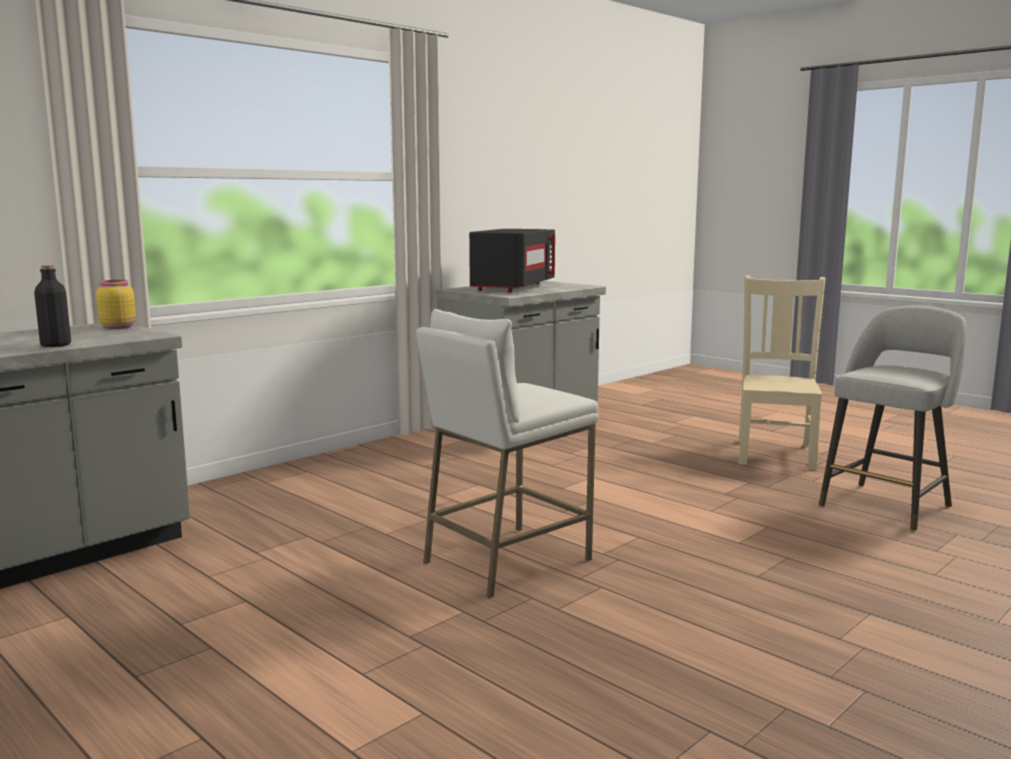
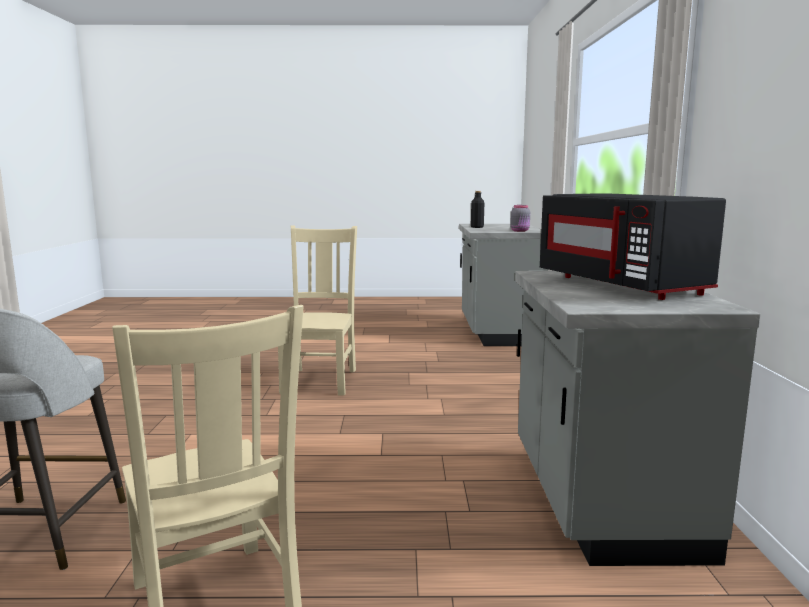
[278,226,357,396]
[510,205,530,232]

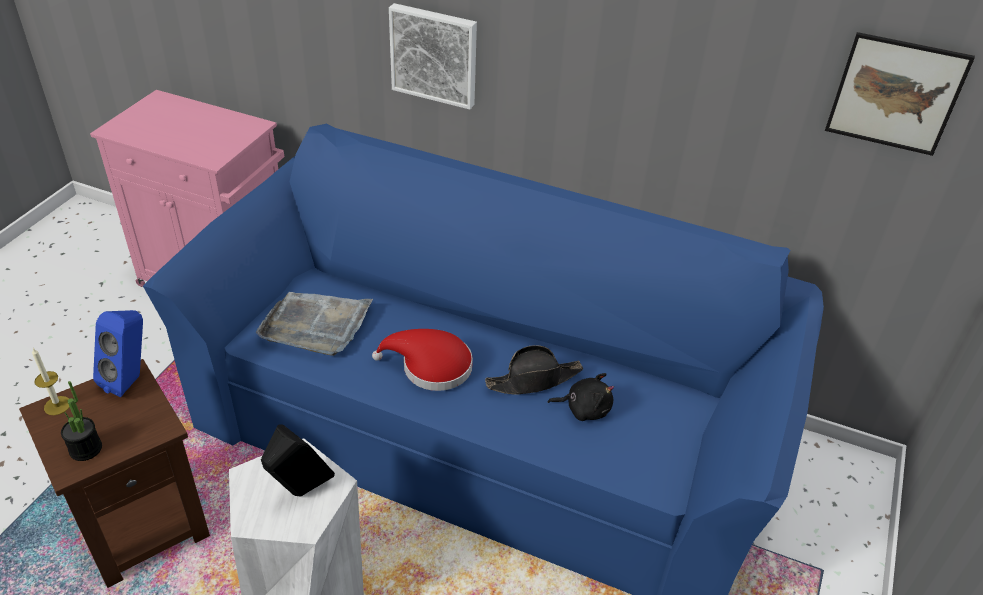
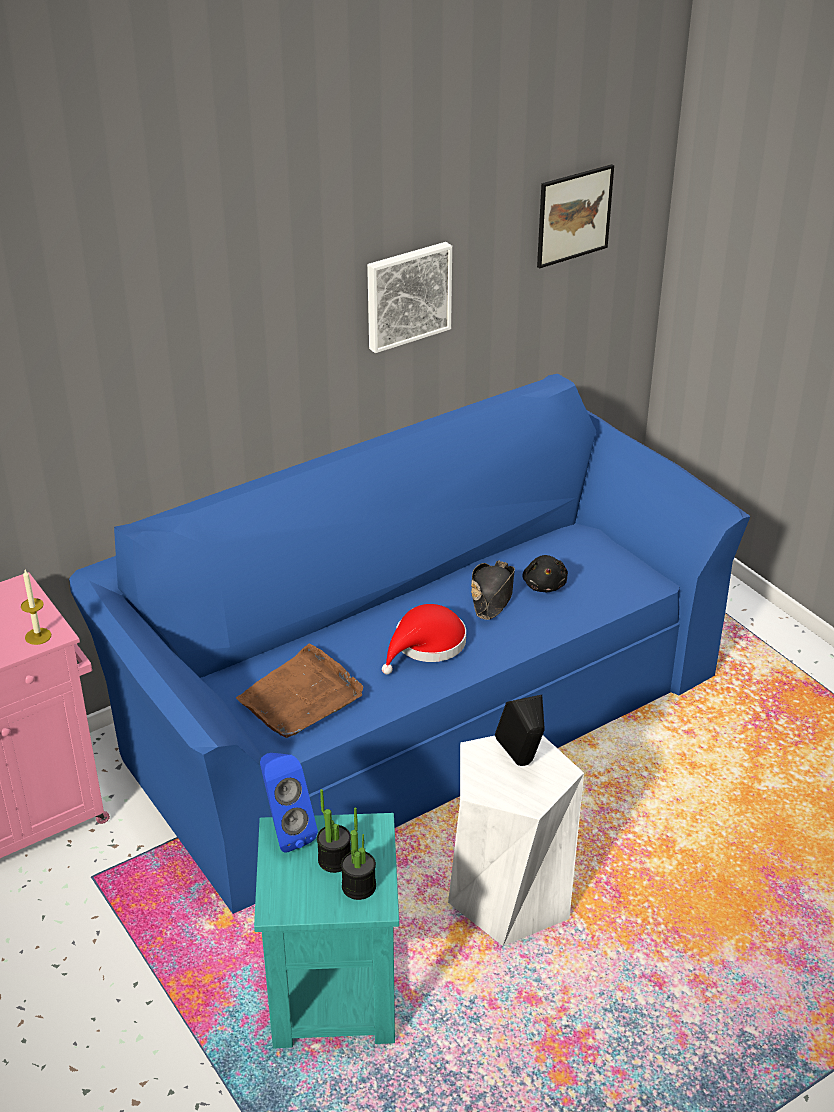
[21,570,51,645]
[236,644,363,738]
[254,813,399,1048]
[317,789,351,873]
[367,242,452,353]
[522,555,568,592]

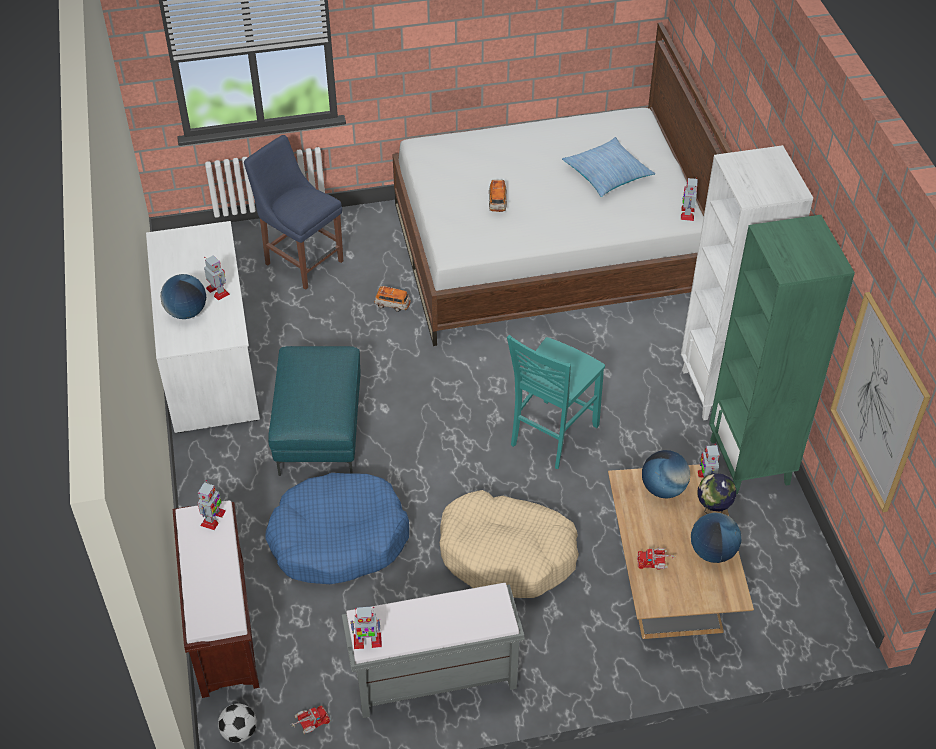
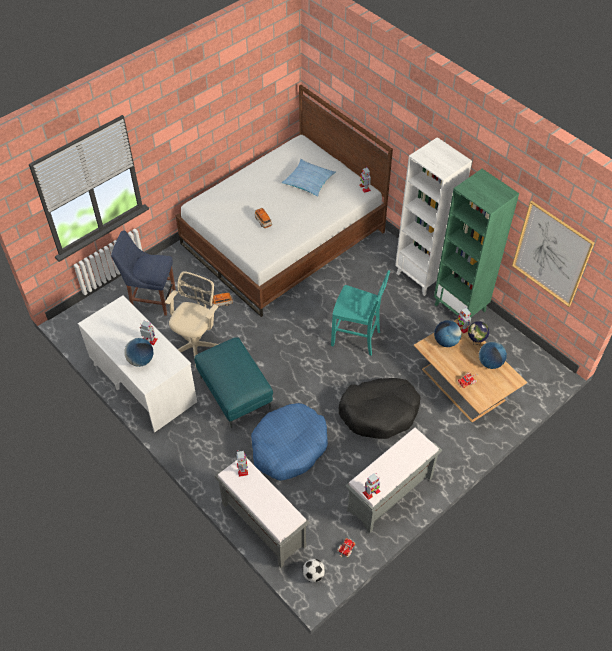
[165,271,219,367]
[215,457,309,568]
[331,270,390,356]
[339,378,421,439]

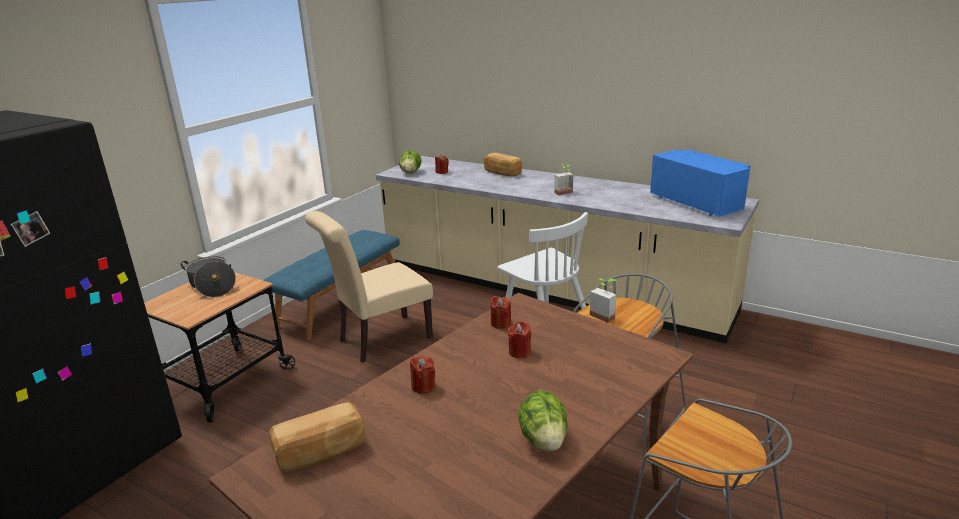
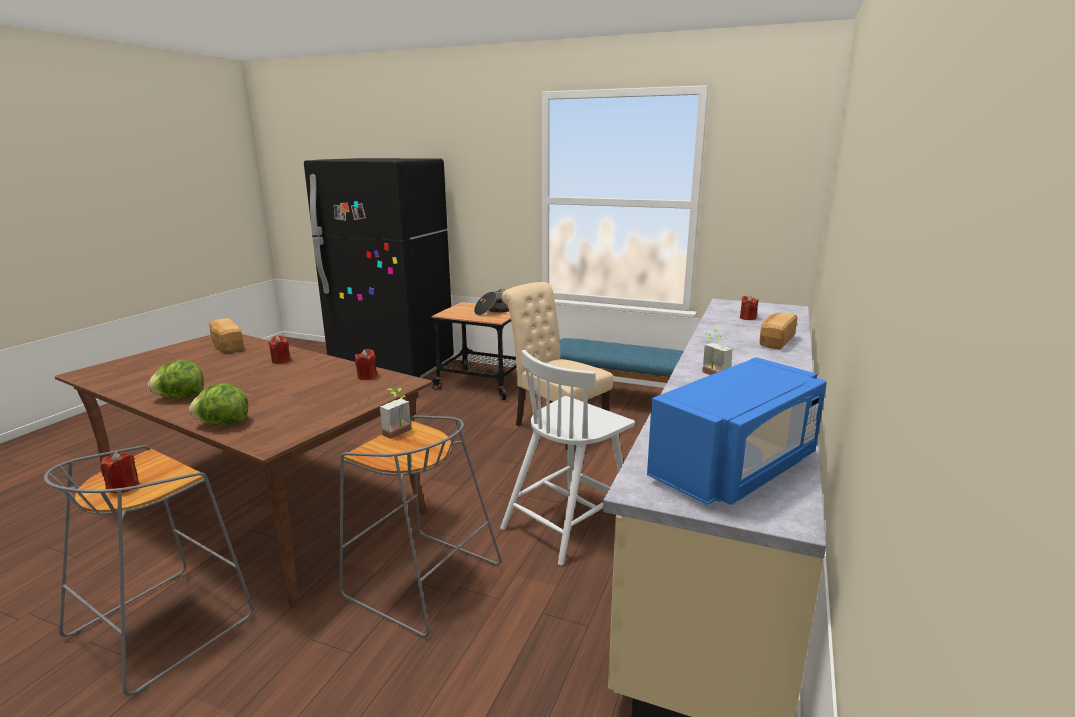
[100,451,139,493]
[189,383,248,425]

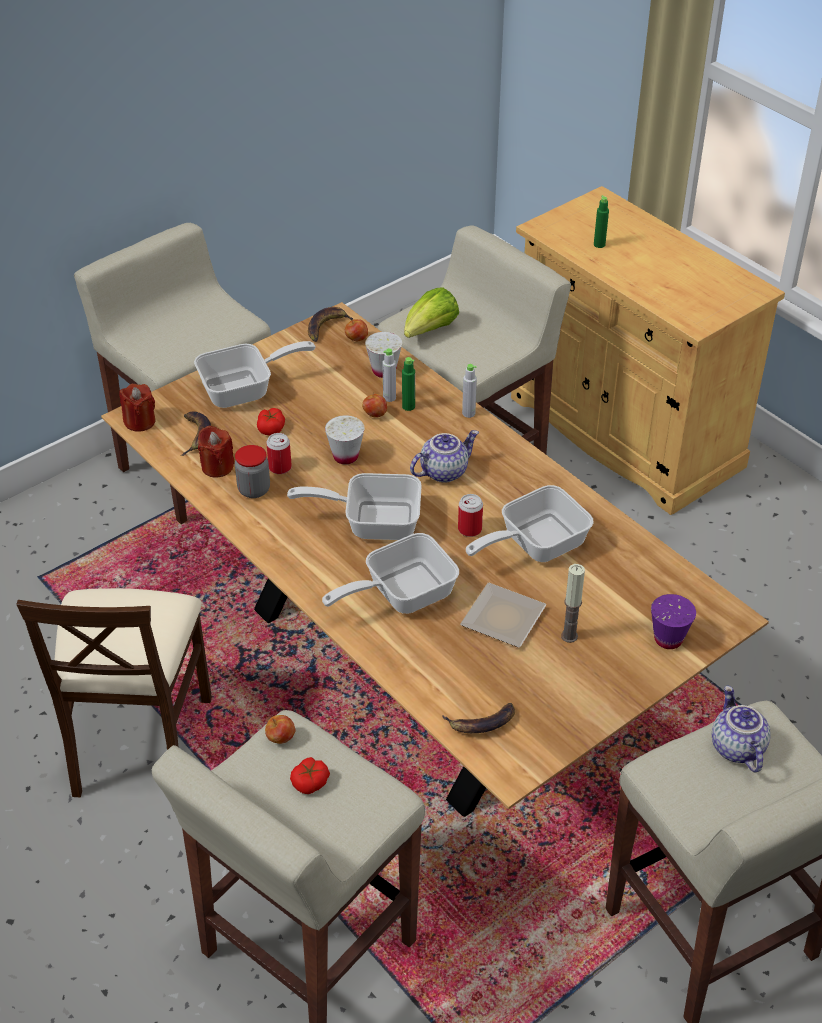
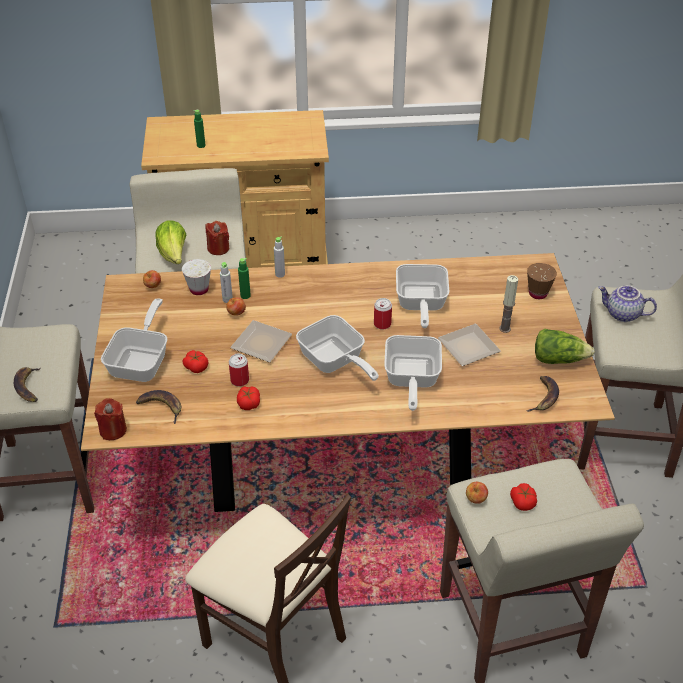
[14,367,41,402]
[206,221,229,255]
[230,320,292,362]
[237,386,260,410]
[296,315,379,381]
[527,263,557,299]
[535,329,595,364]
[410,430,479,483] (first image)

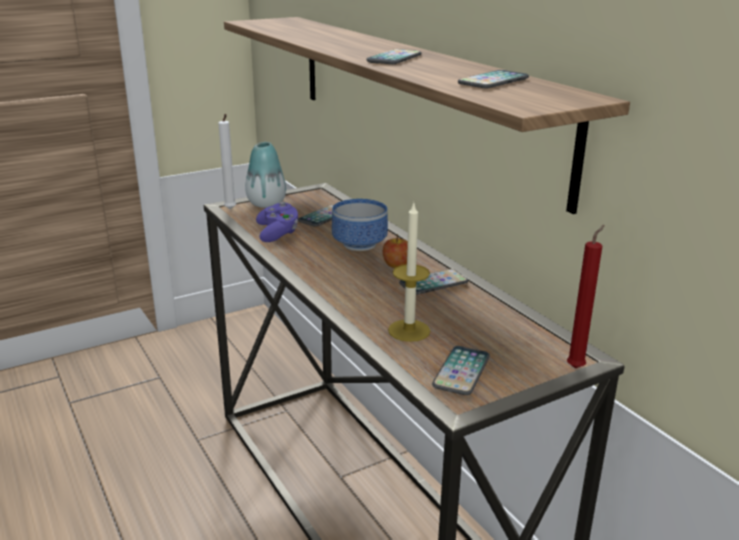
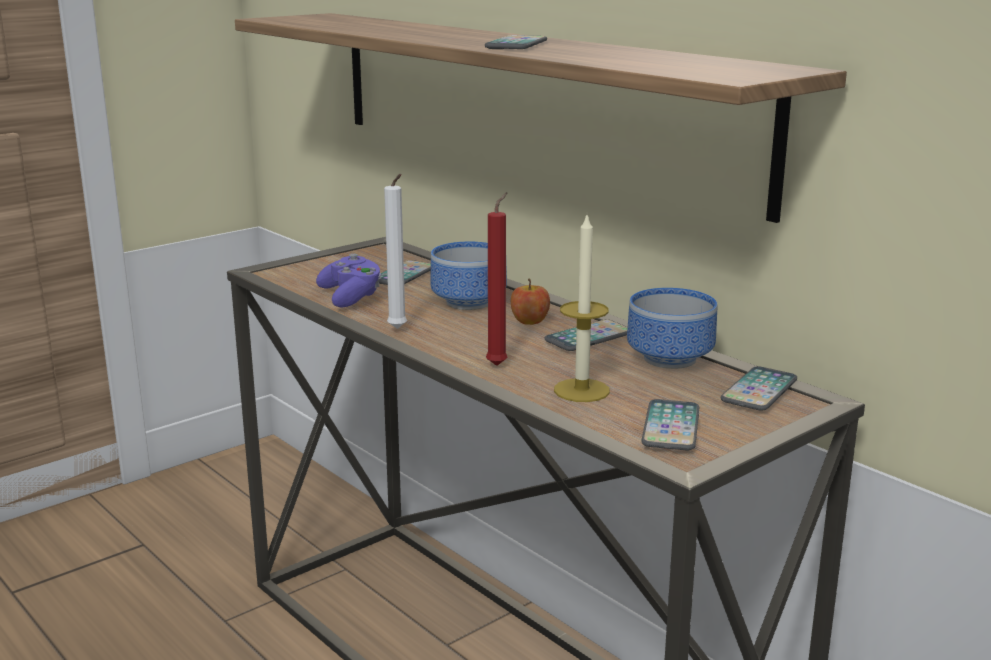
[384,174,407,329]
[486,192,508,366]
[627,288,717,369]
[721,366,797,411]
[245,142,286,208] (first image)

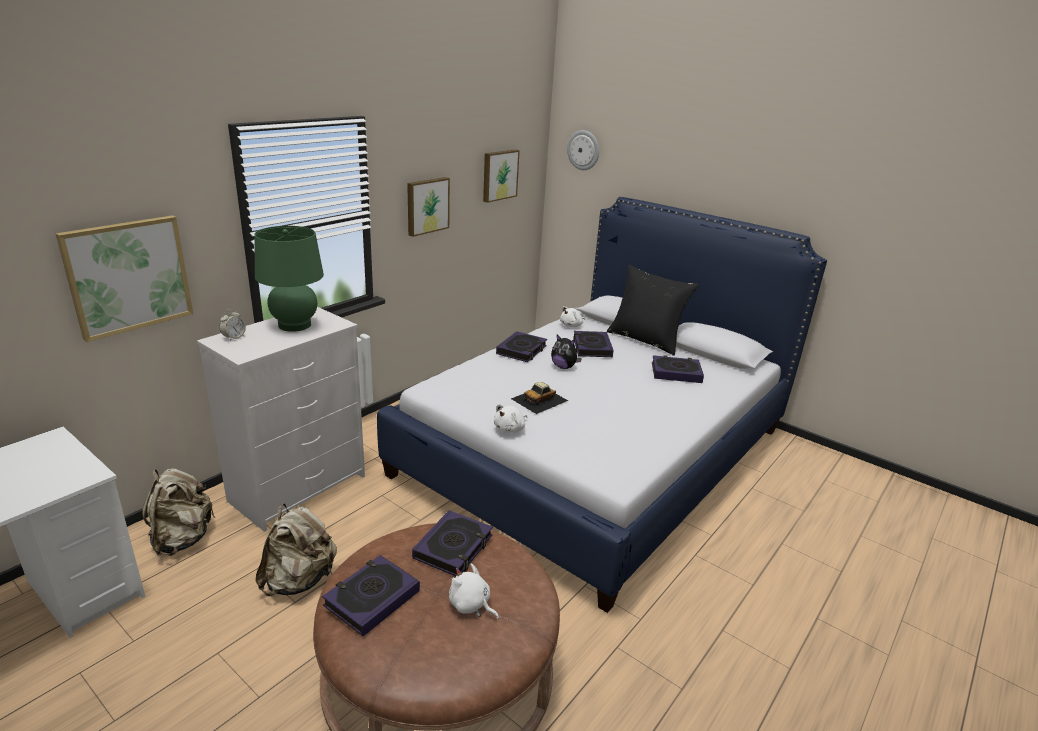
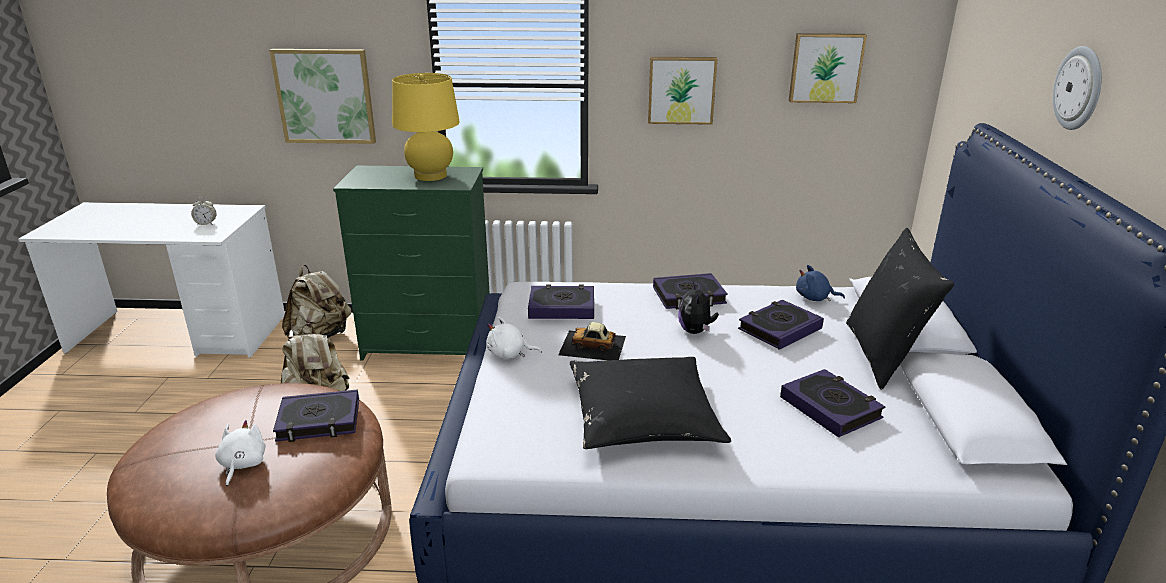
[191,197,216,225]
[333,165,490,360]
[392,73,460,181]
[528,284,594,319]
[570,357,731,449]
[796,265,845,301]
[1053,46,1102,130]

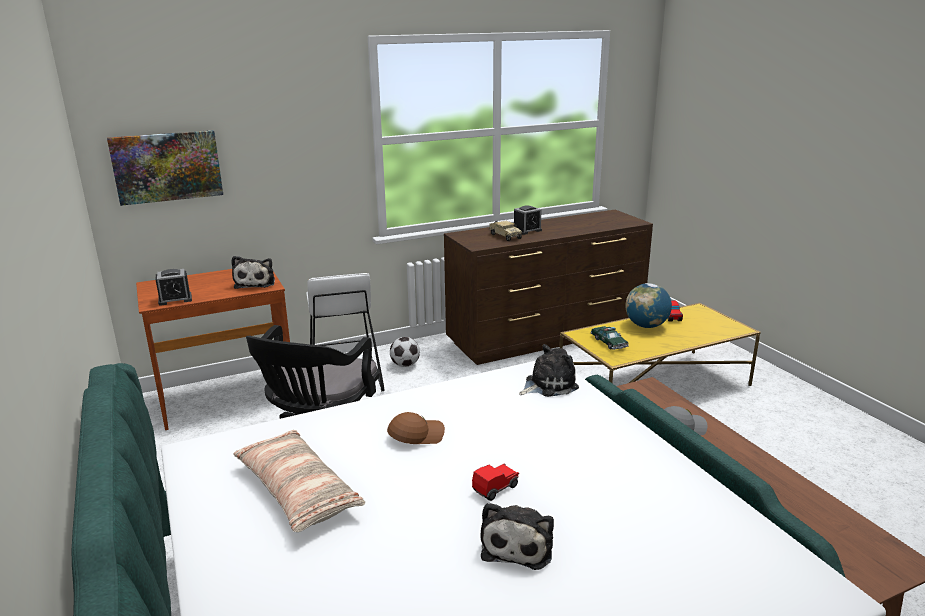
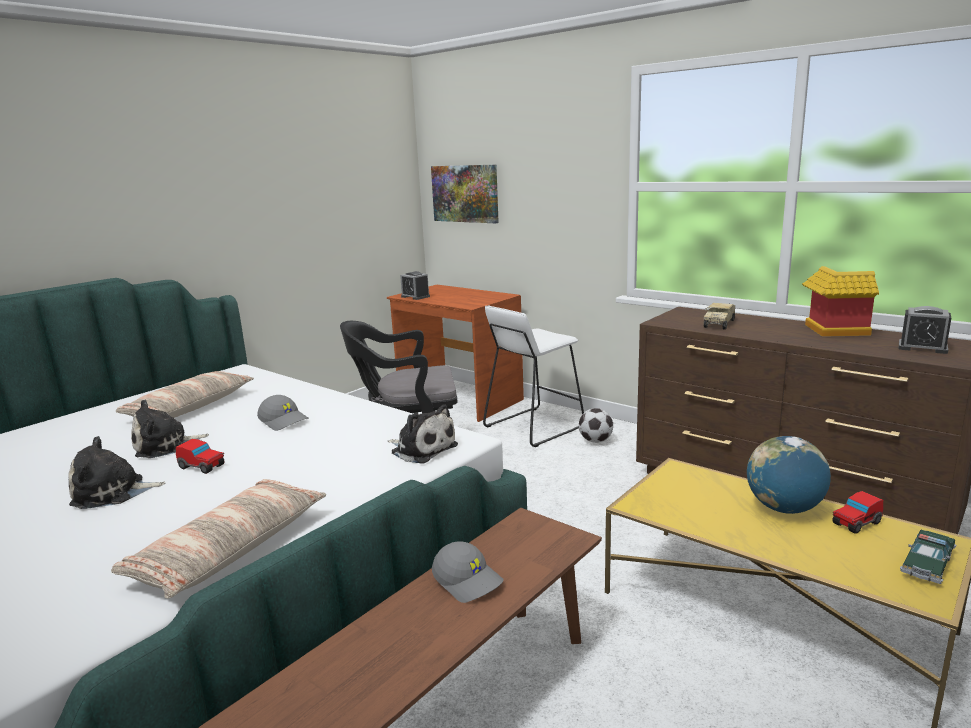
[111,479,326,599]
[131,399,209,458]
[257,395,309,431]
[802,266,879,337]
[899,306,951,354]
[900,530,957,584]

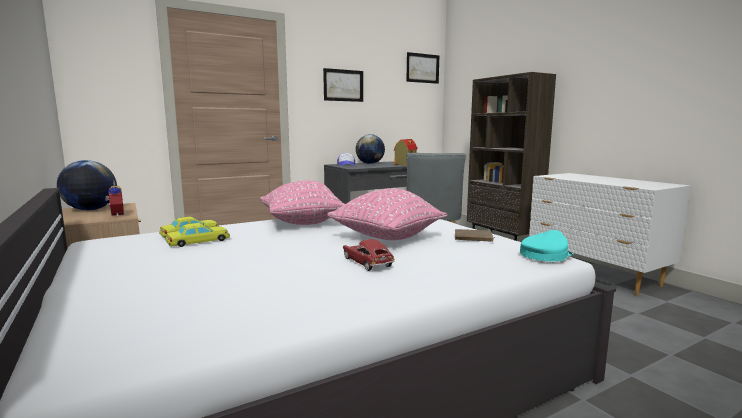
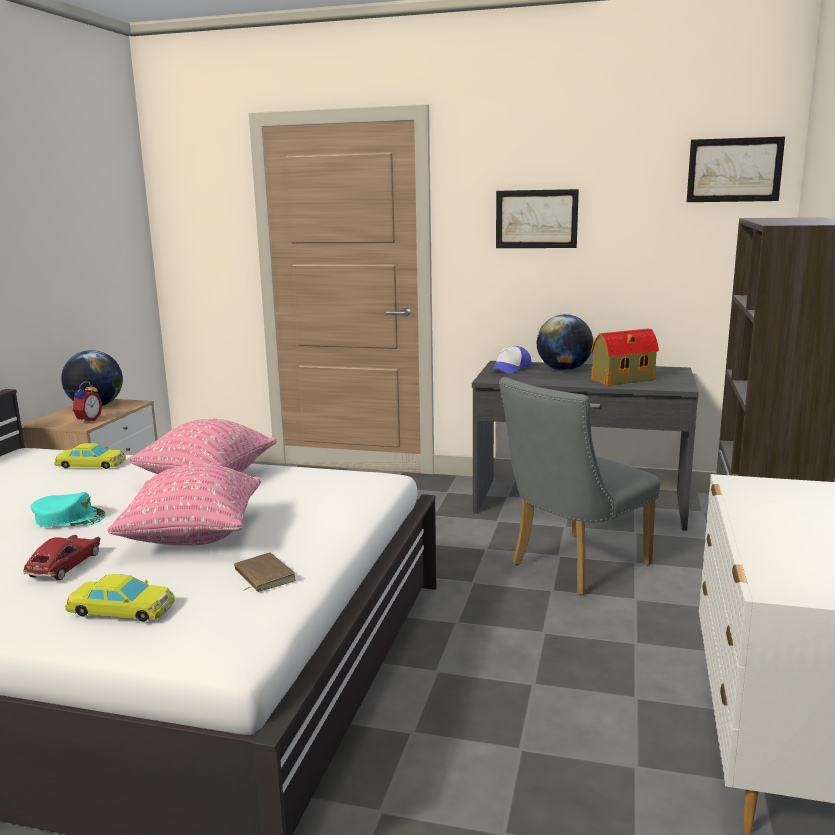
[30,492,106,527]
[65,574,175,622]

